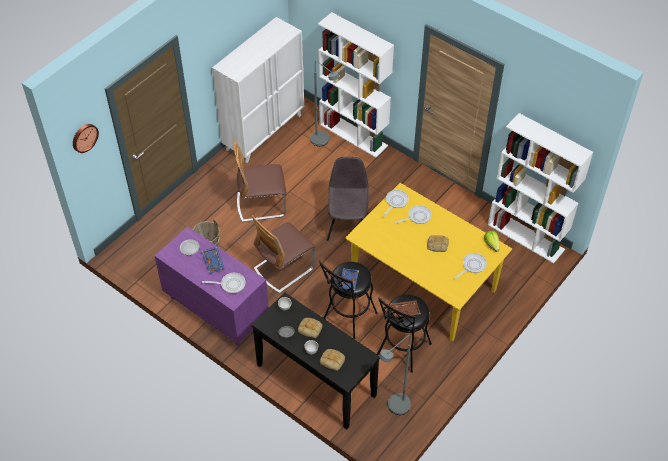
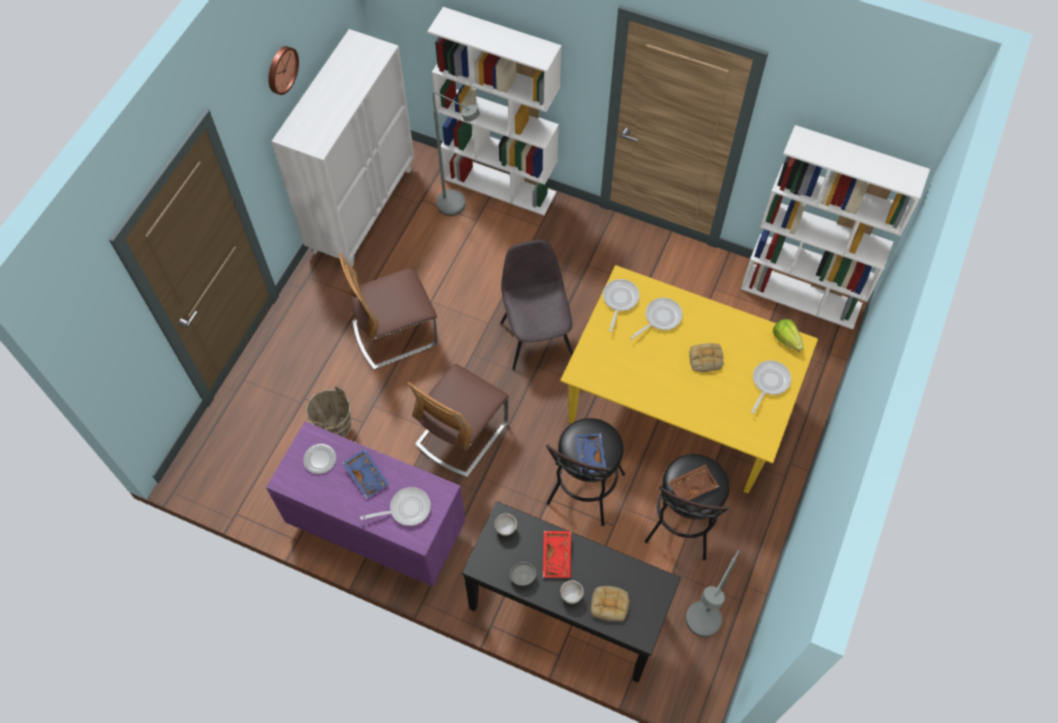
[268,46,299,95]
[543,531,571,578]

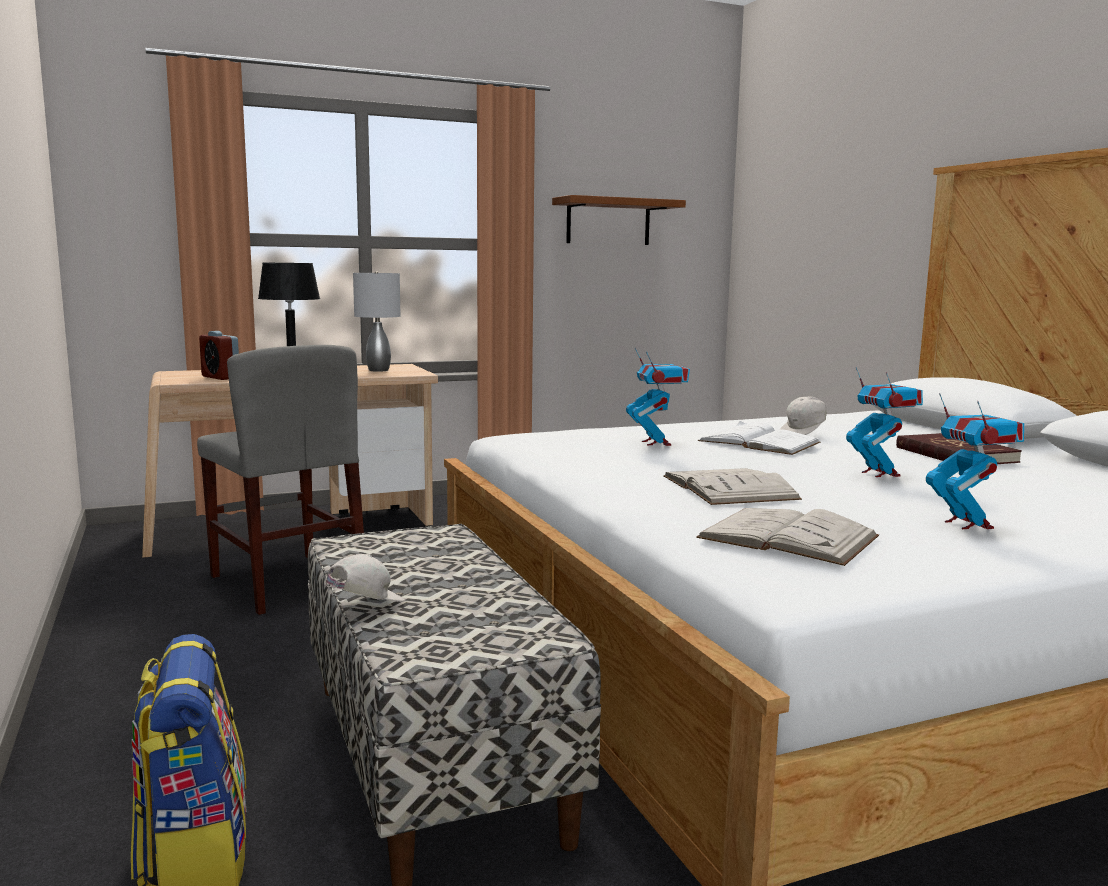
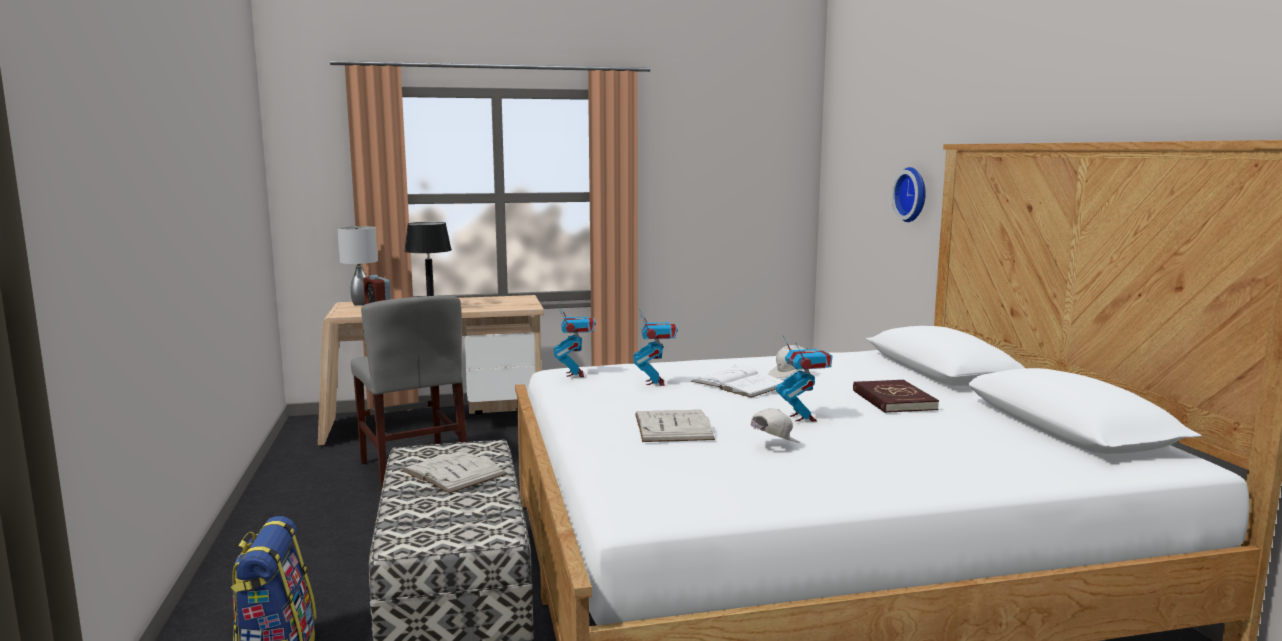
[337,226,378,306]
[401,451,507,493]
[554,305,595,377]
[751,408,800,443]
[892,167,926,222]
[552,195,686,245] (first image)

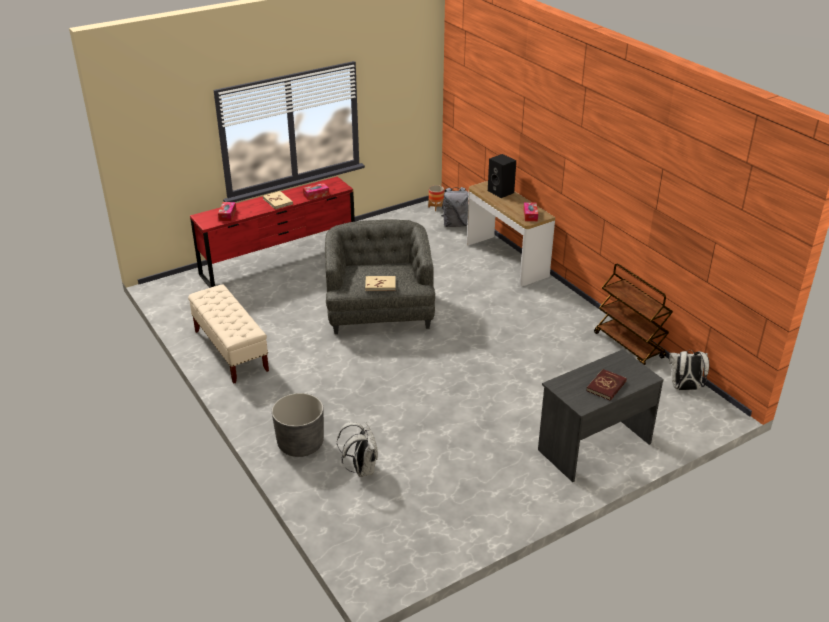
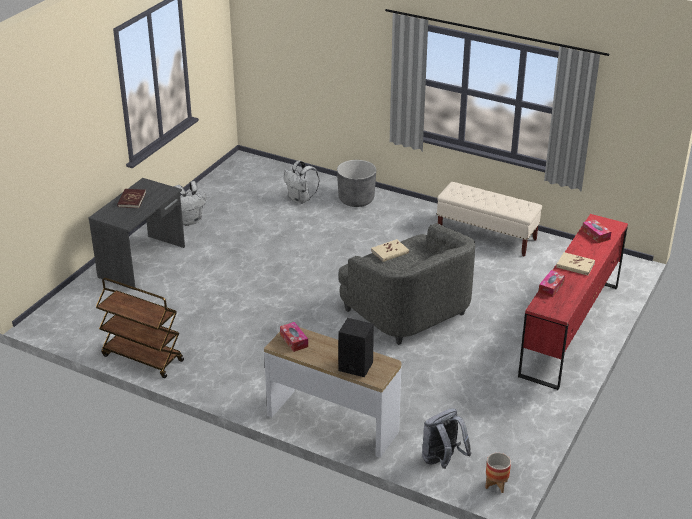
[174,181,206,226]

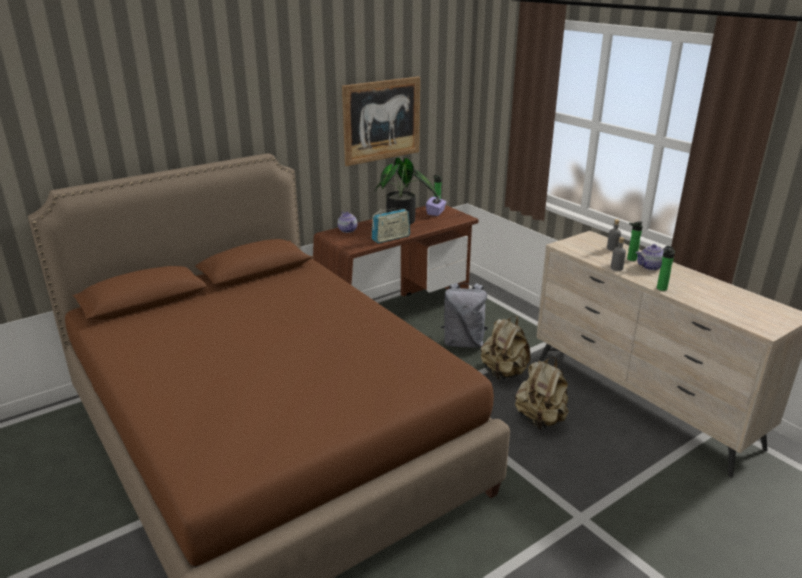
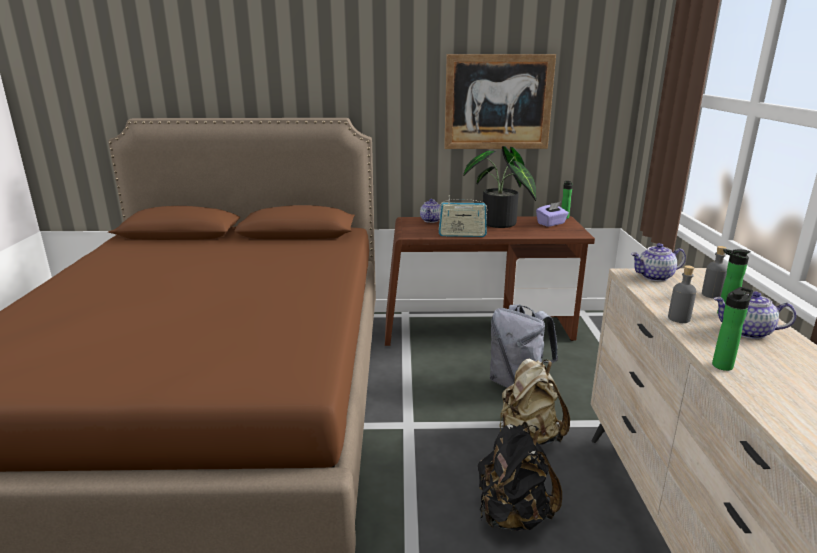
[478,424,562,531]
[631,243,686,281]

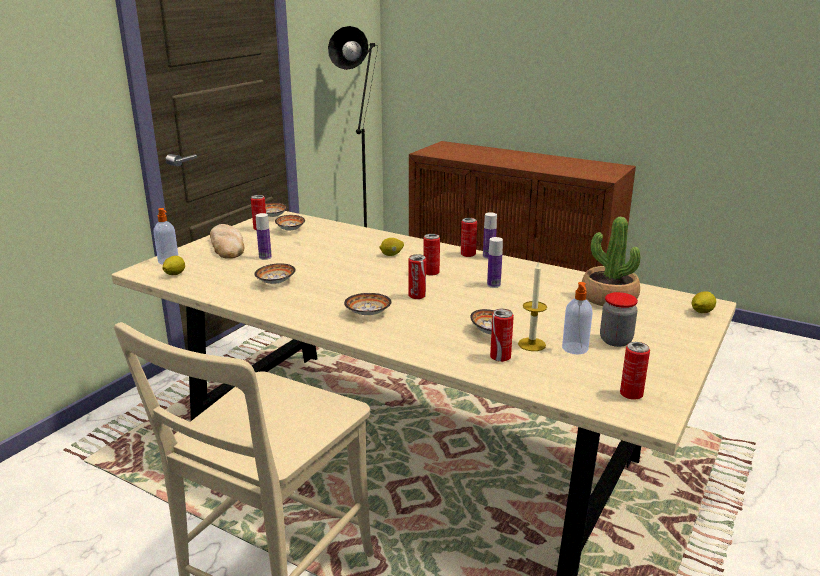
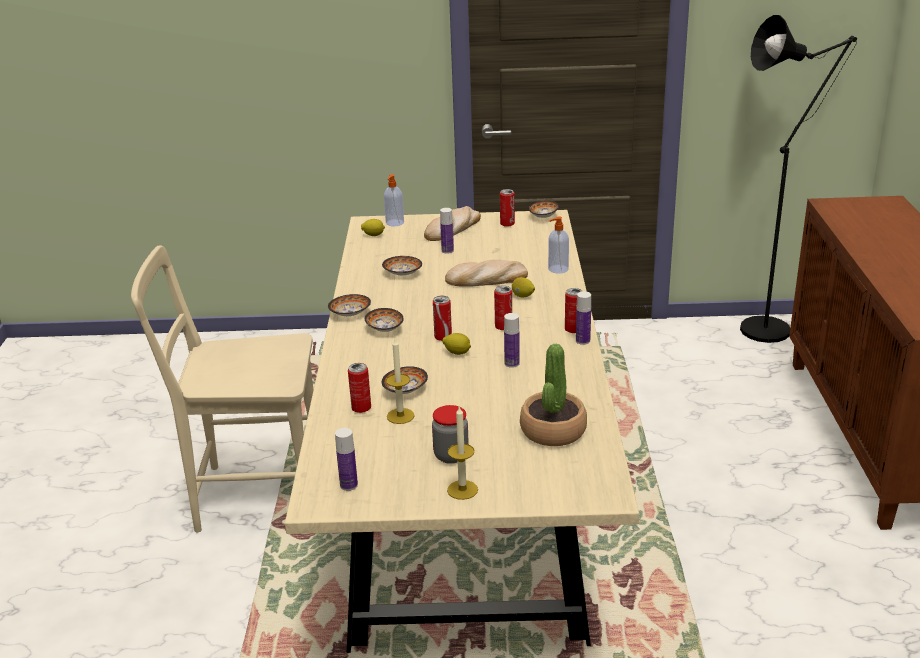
[328,294,371,316]
[335,428,358,491]
[442,333,471,355]
[445,260,528,287]
[447,406,478,500]
[548,216,569,274]

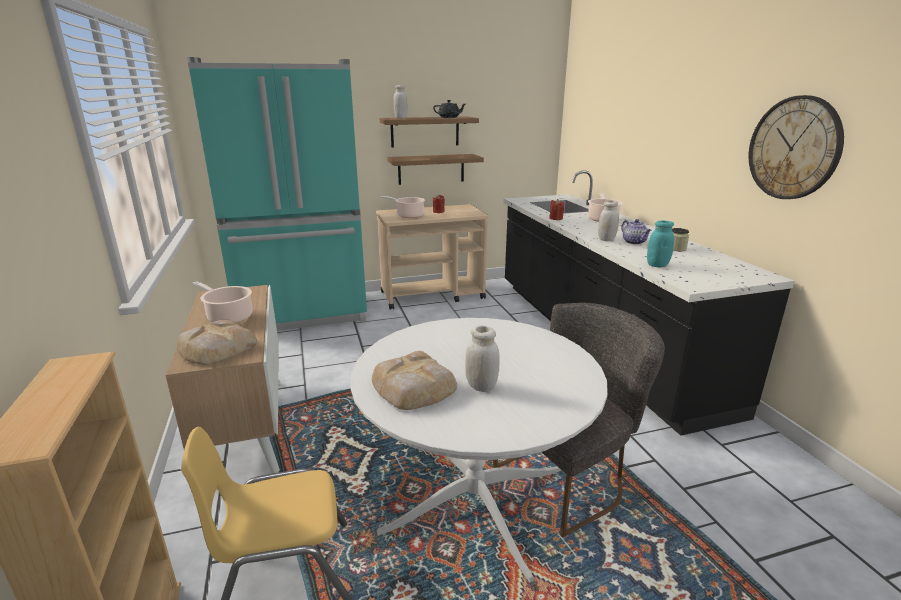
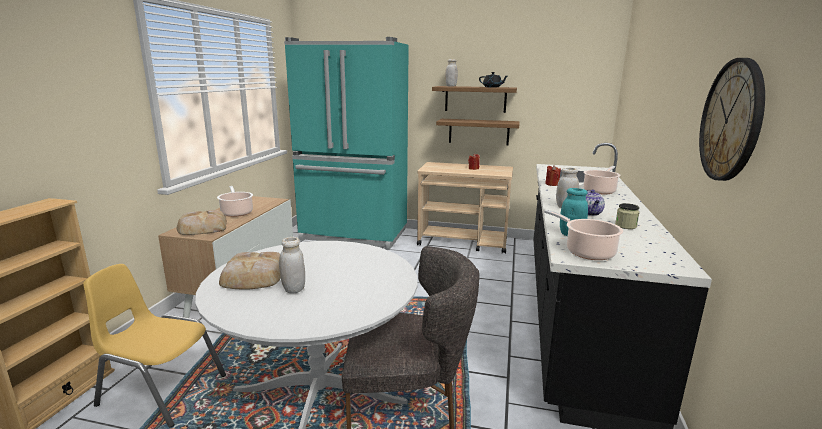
[544,210,623,260]

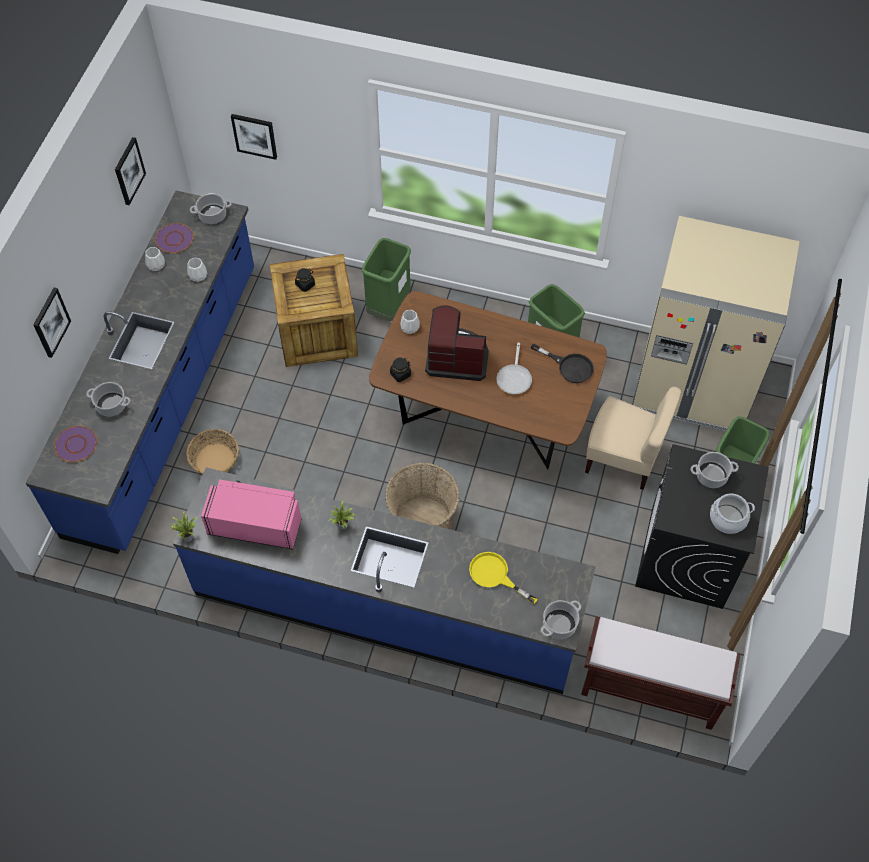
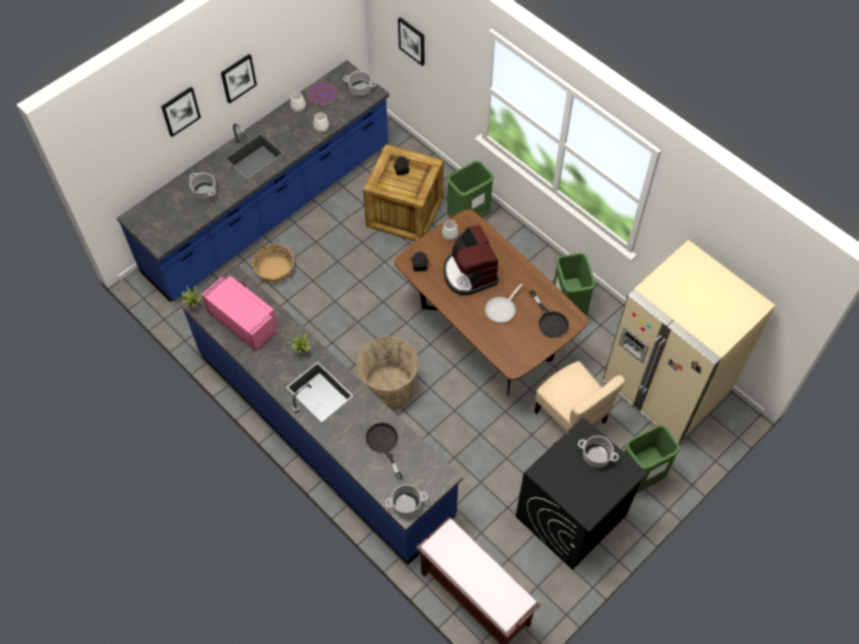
[221,54,257,104]
[365,423,403,480]
[443,224,499,295]
[54,426,97,462] (first image)
[710,493,755,534] (first image)

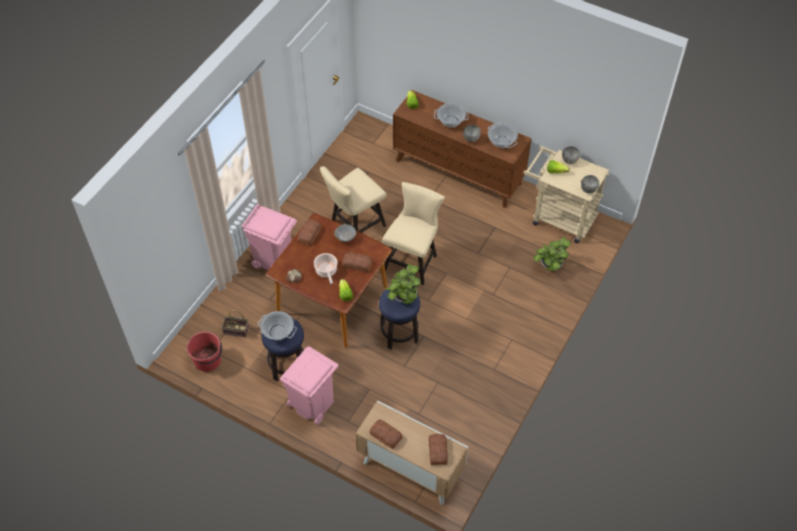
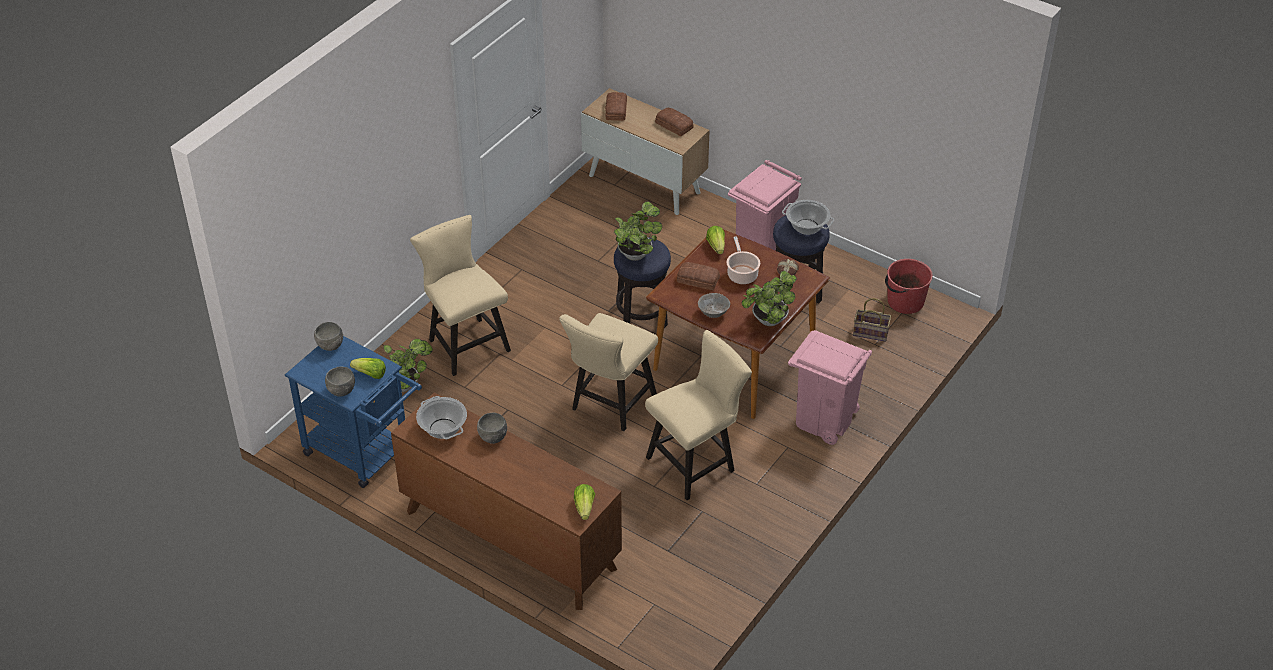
[285,336,422,488]
[410,215,511,376]
[742,271,797,326]
[434,103,469,127] (first image)

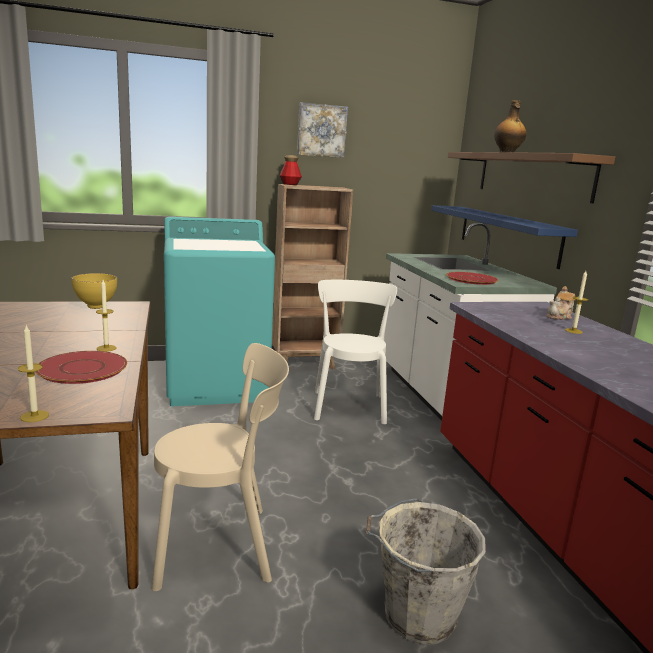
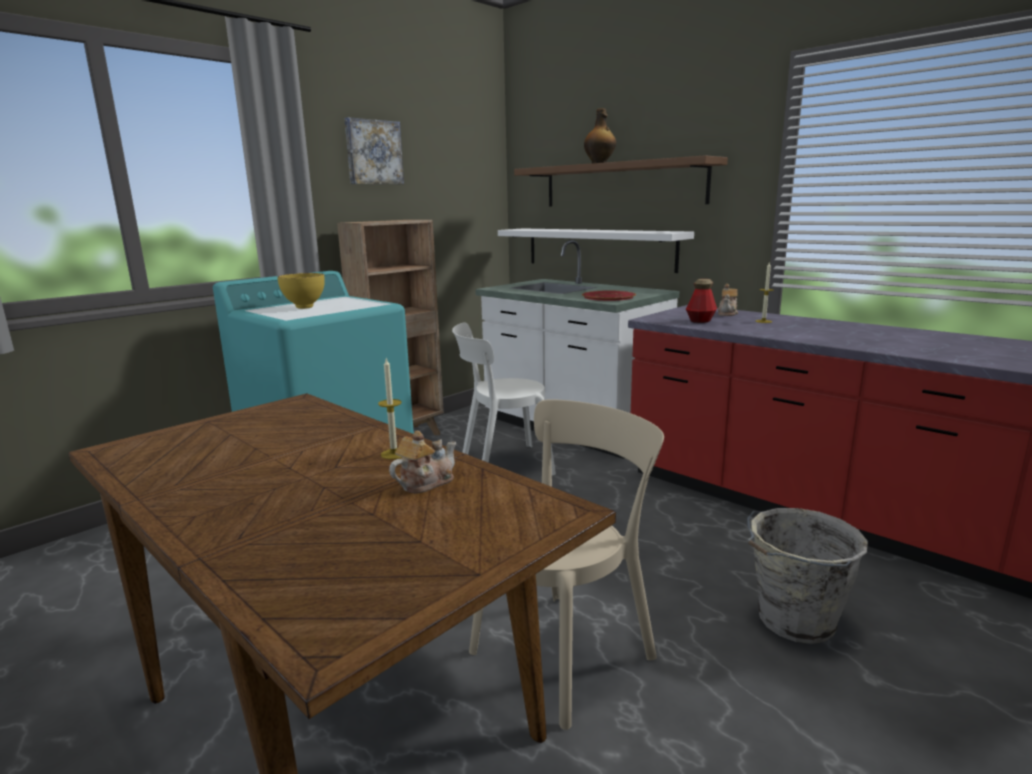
[277,273,325,309]
[389,431,456,494]
[452,323,556,475]
[498,228,694,273]
[686,279,717,323]
[18,326,49,422] (first image)

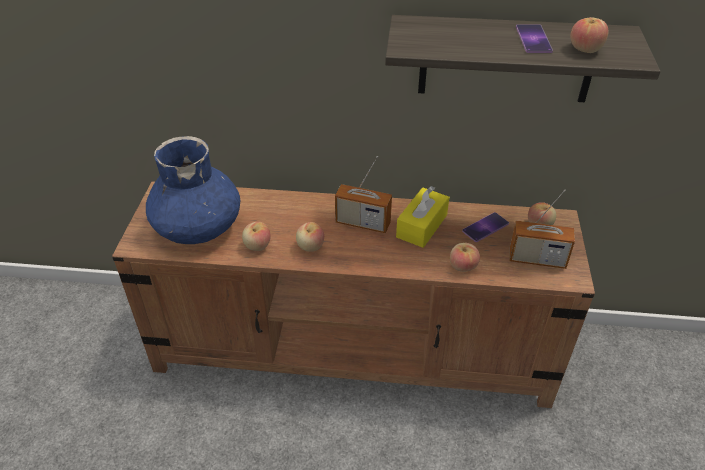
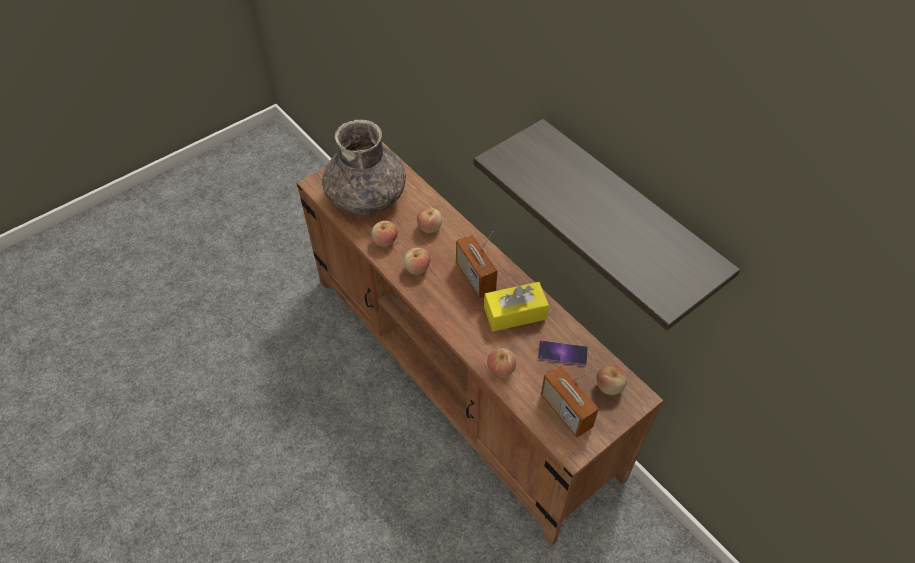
[322,120,406,215]
[417,207,442,233]
[516,24,553,53] (first image)

